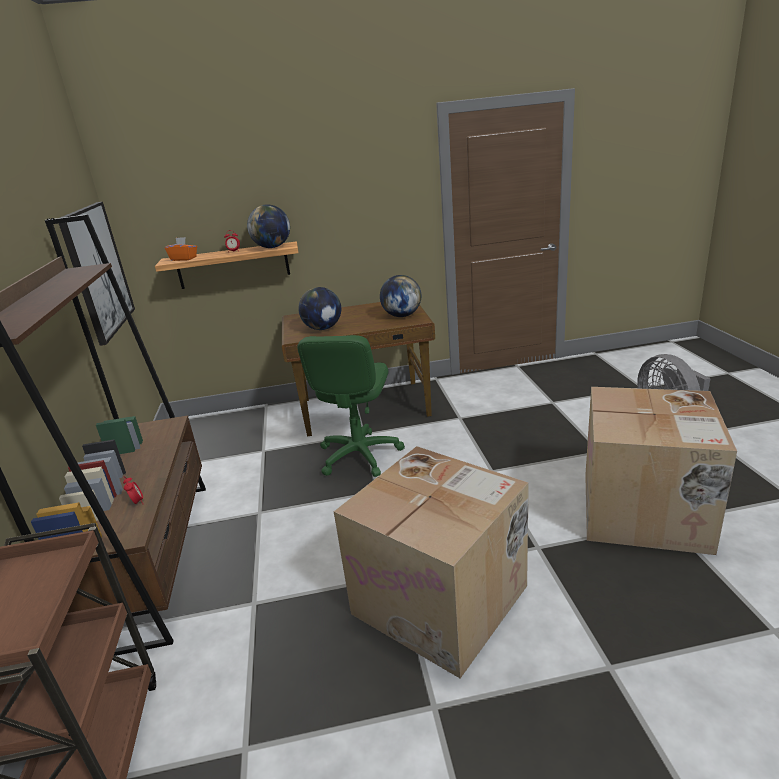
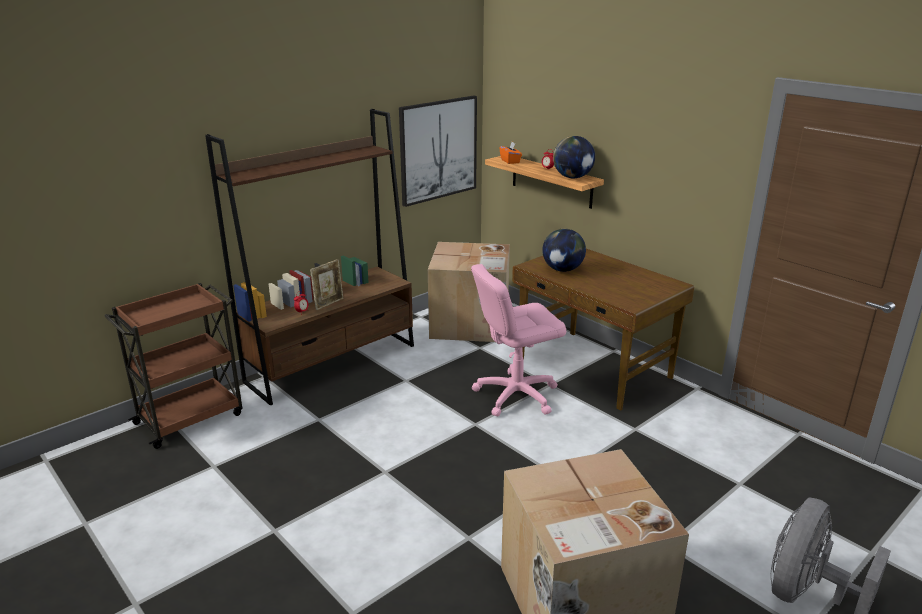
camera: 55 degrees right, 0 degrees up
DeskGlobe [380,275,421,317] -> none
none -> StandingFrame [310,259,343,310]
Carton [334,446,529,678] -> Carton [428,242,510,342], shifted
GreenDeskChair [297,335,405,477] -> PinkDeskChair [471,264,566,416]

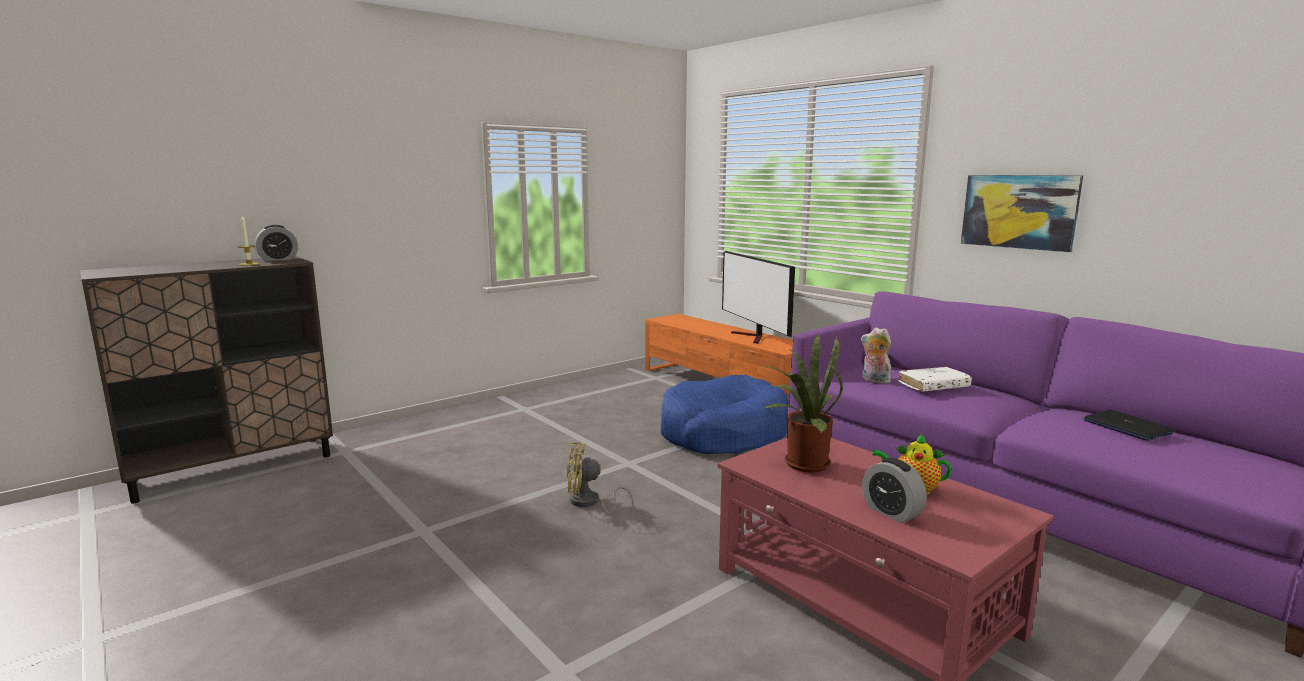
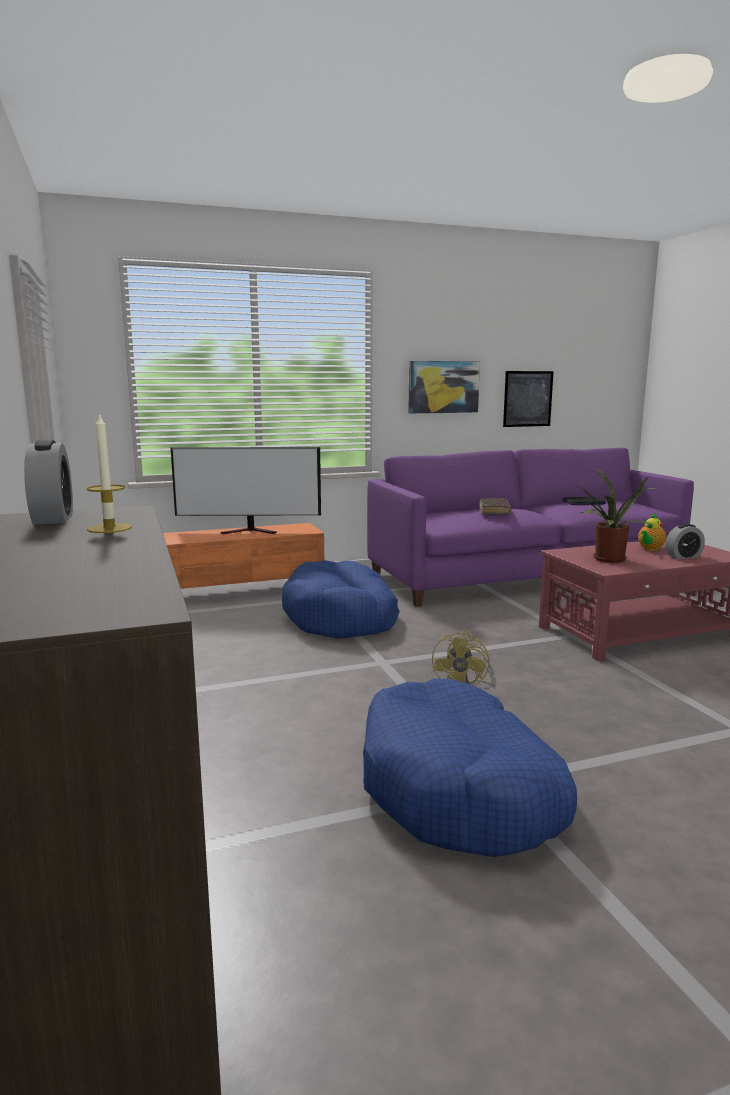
camera: 70 degrees left, 0 degrees up
PlushToy [861,328,891,384] -> none
none -> BluishDogCushion [363,678,577,857]
none -> WallPicture [503,371,554,427]
WhitishBook [899,367,972,392] -> BrownColouredBook [479,498,511,515]

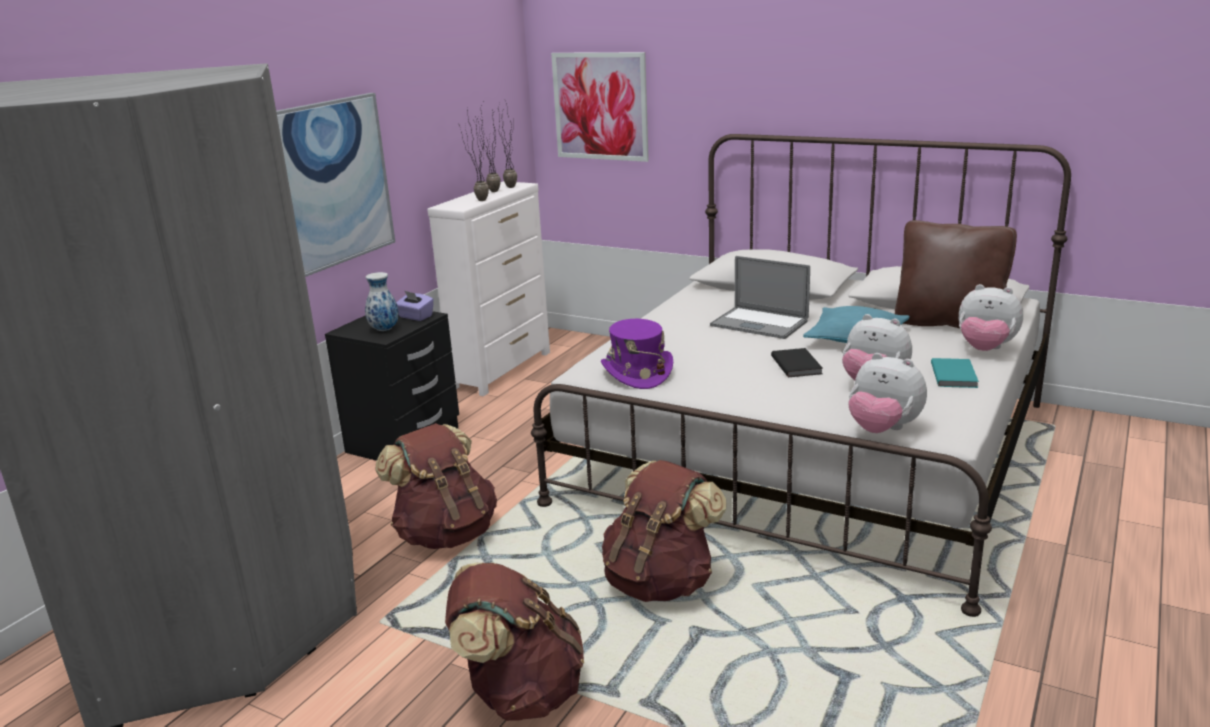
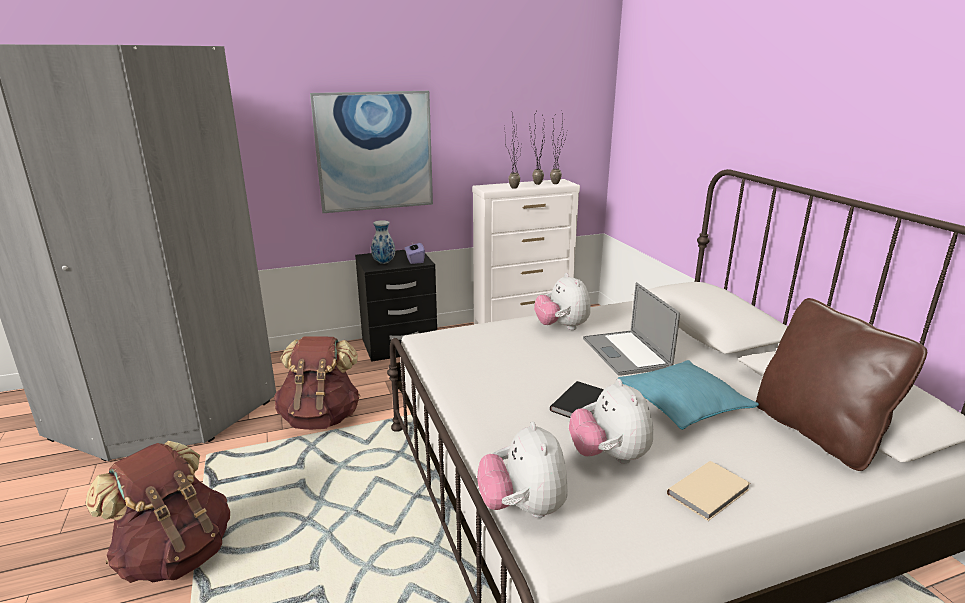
camera: 40 degrees right, 0 degrees up
WallPicture [551,52,649,162] -> none
PurpleHat [601,319,673,389] -> none
BrownColouredRucksack [602,460,726,602] -> none
PlushToy [959,284,1023,351] -> PlushToy [534,273,591,330], shifted
BlueGreenBook [931,358,979,388] -> SandColouredBook [667,461,751,521]

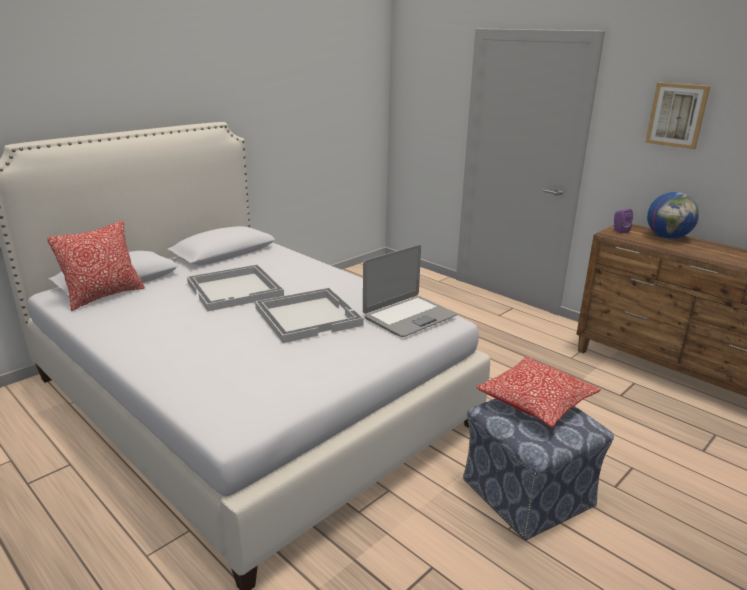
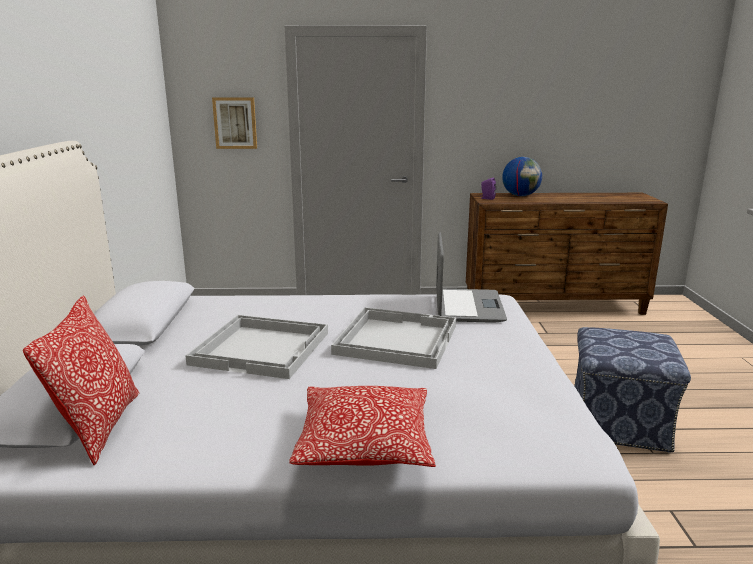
camera: 45 degrees left, 5 degrees down
Cushion [477,356,601,427] -> Cushion [289,386,436,467], shifted
WallPicture [645,83,710,149] -> WallPicture [212,97,257,149], shifted

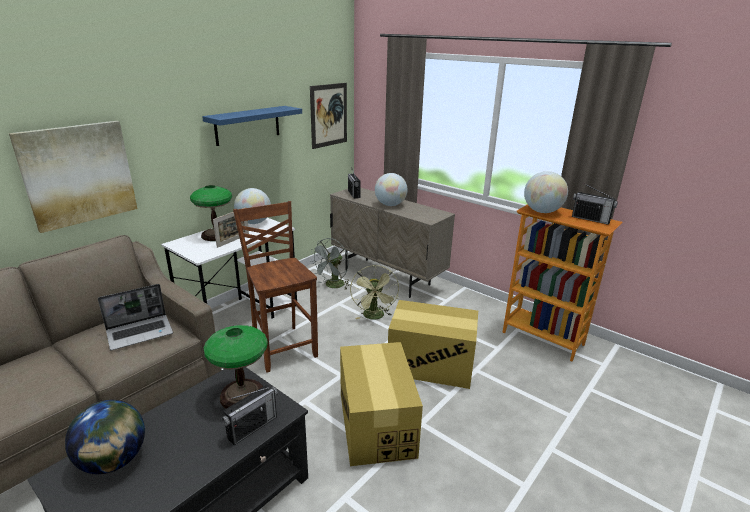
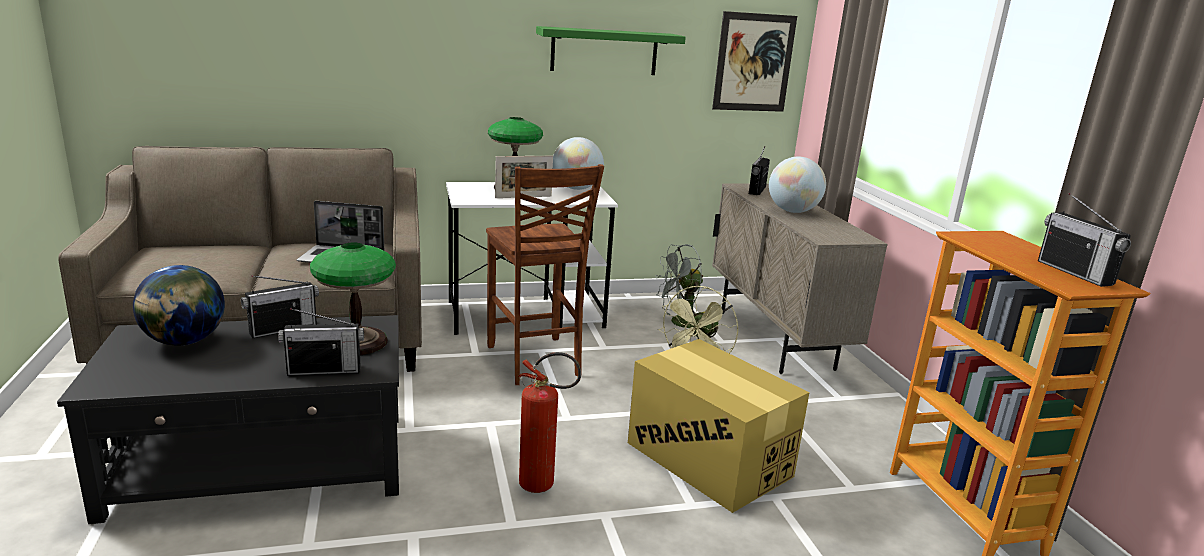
camera: 35 degrees right, 5 degrees down
WallPicture [9,121,137,233] -> none
DeskGlobe [524,171,568,213] -> none
none -> Radio [241,275,319,338]
Carton [340,342,423,466] -> FireExtinguisher [518,352,581,493]
BluishWallShelf [202,106,302,146] -> GreenWallShelf [536,26,686,75]
BrownColouredPlainChair [233,201,318,373] -> BrownColouredPlainChair [486,164,604,385], 150 degrees clockwise

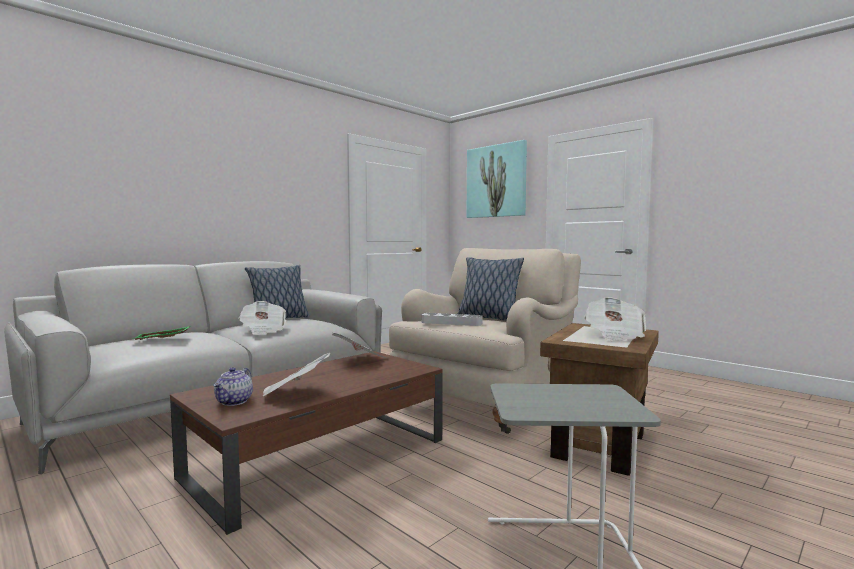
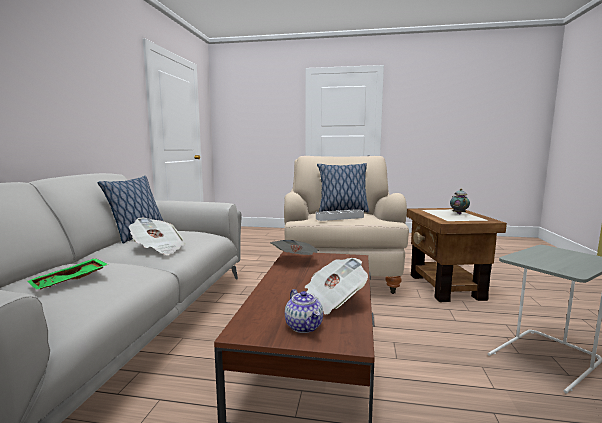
camera: 35 degrees left, 5 degrees up
WallPicture [467,140,527,218] -> none
Newspaper [584,297,646,342] -> TeaPot [450,189,470,214]

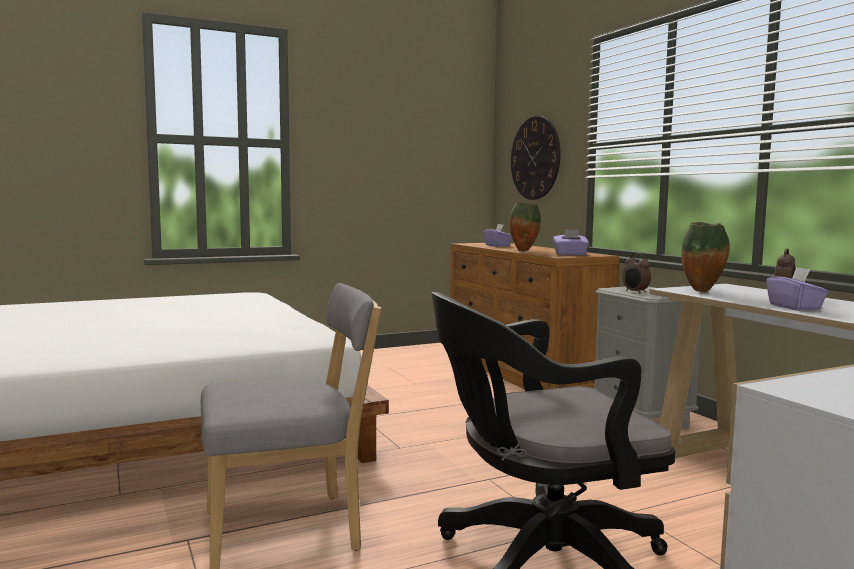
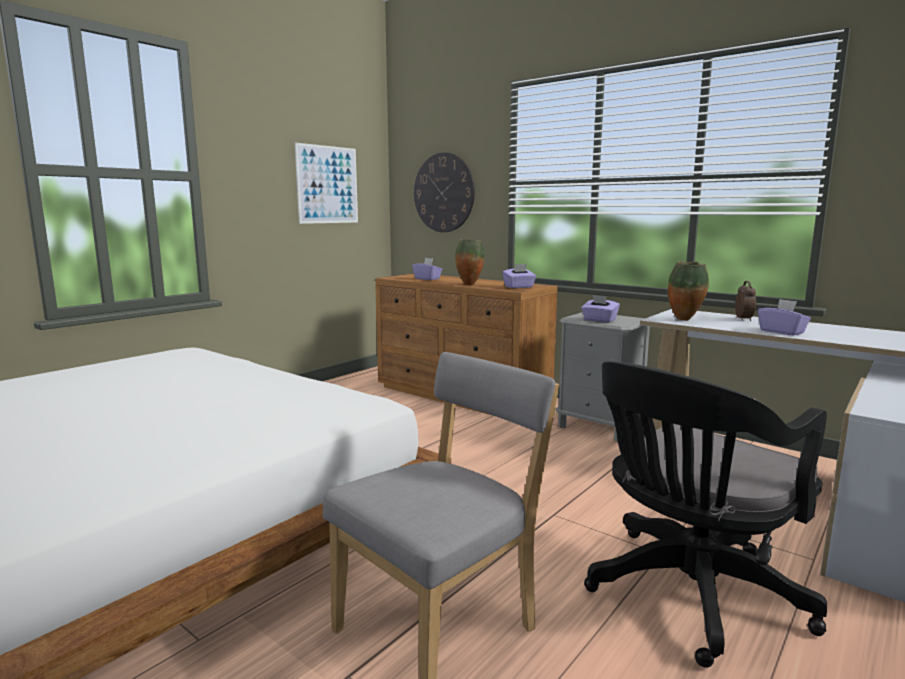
camera: 25 degrees left, 5 degrees up
none -> WallPicture [295,143,358,224]
BedsideClock [622,253,651,294] -> PurpleTissueBox [581,295,620,323]

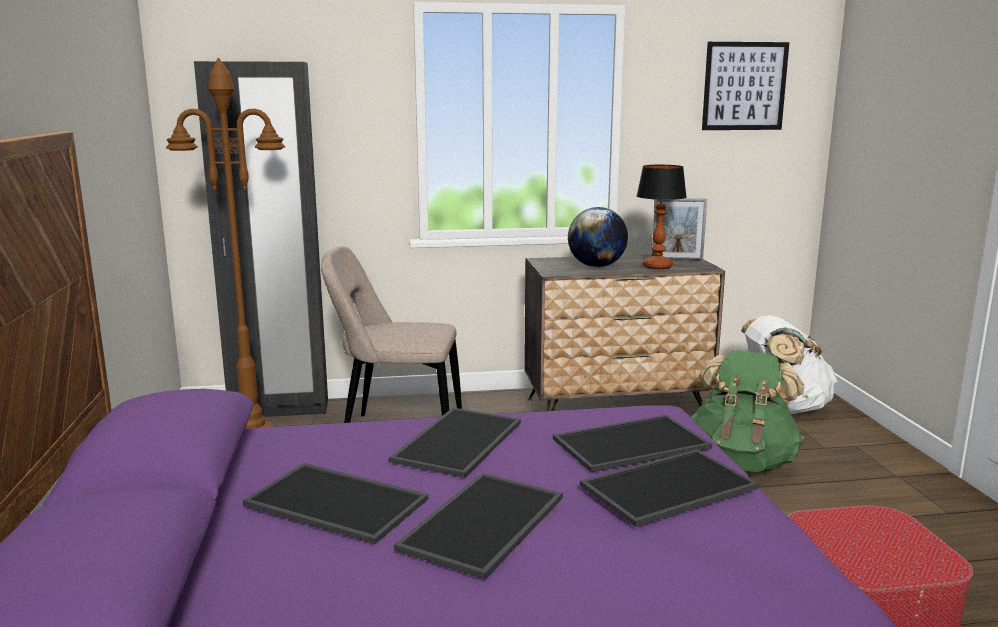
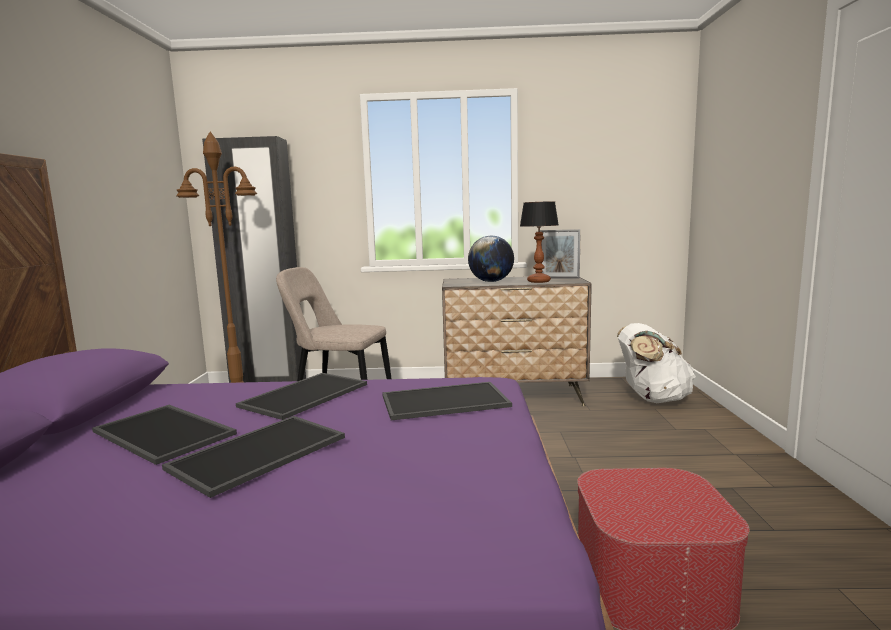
camera: 10 degrees right, 5 degrees down
Tray [580,449,759,527] -> none
GreenRucksack [691,350,804,472] -> none
WallPicture [702,42,789,130] -> none

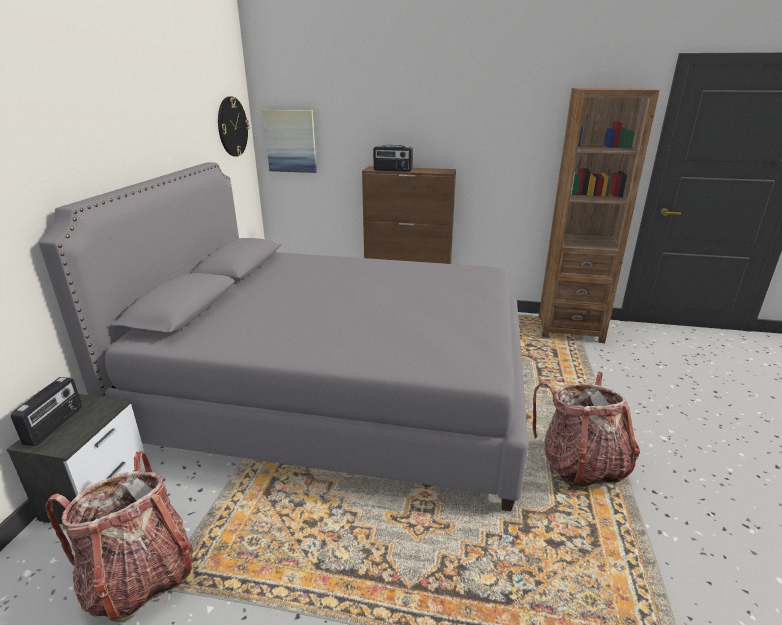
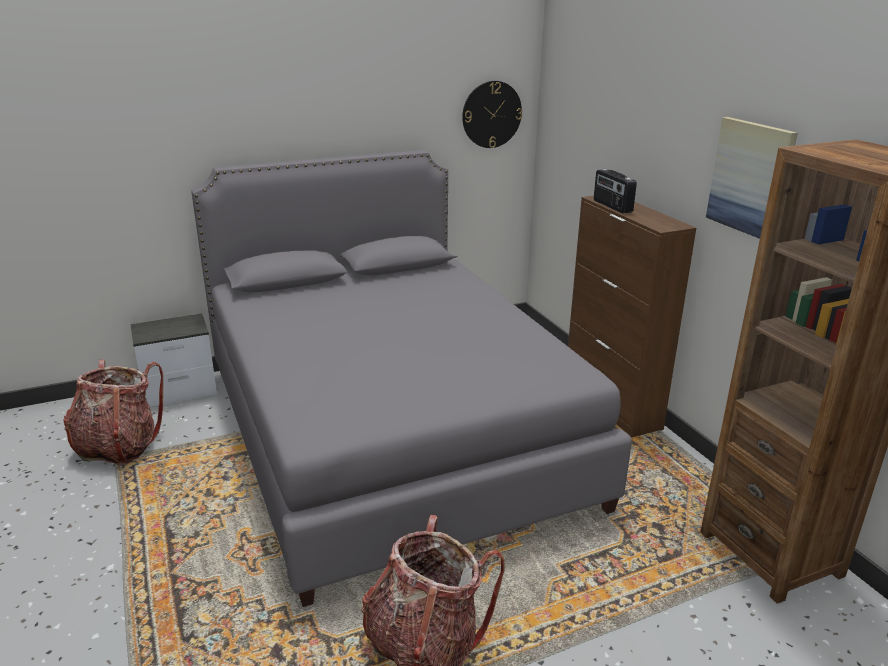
camera: 55 degrees right, 0 degrees up
Radio [11,377,82,446] -> none
WallPicture [263,110,317,173] -> WallPicture [706,117,798,239], shifted

